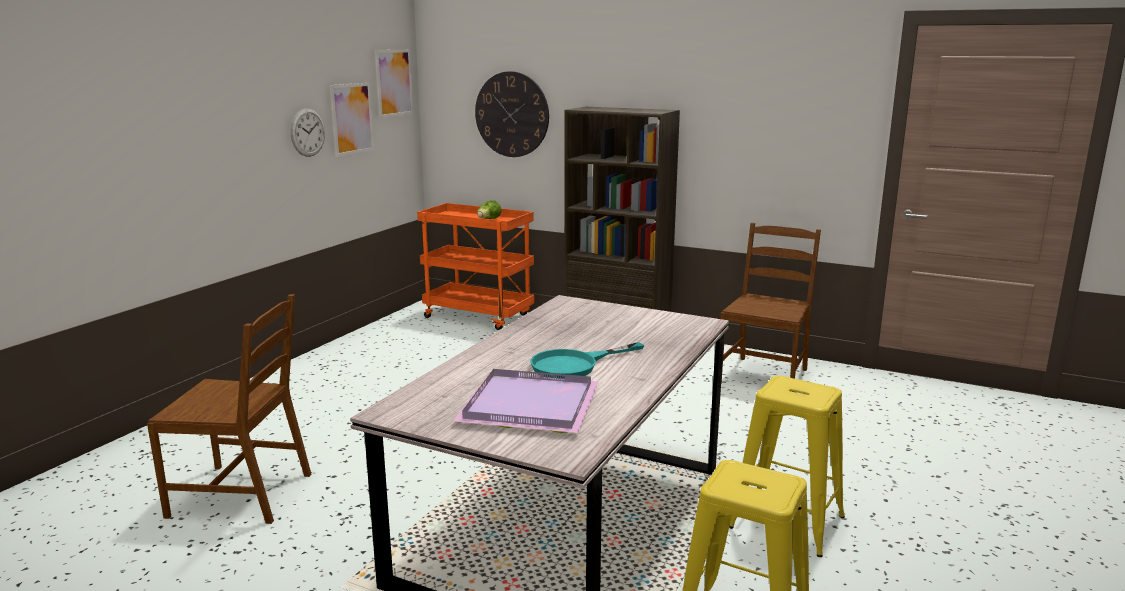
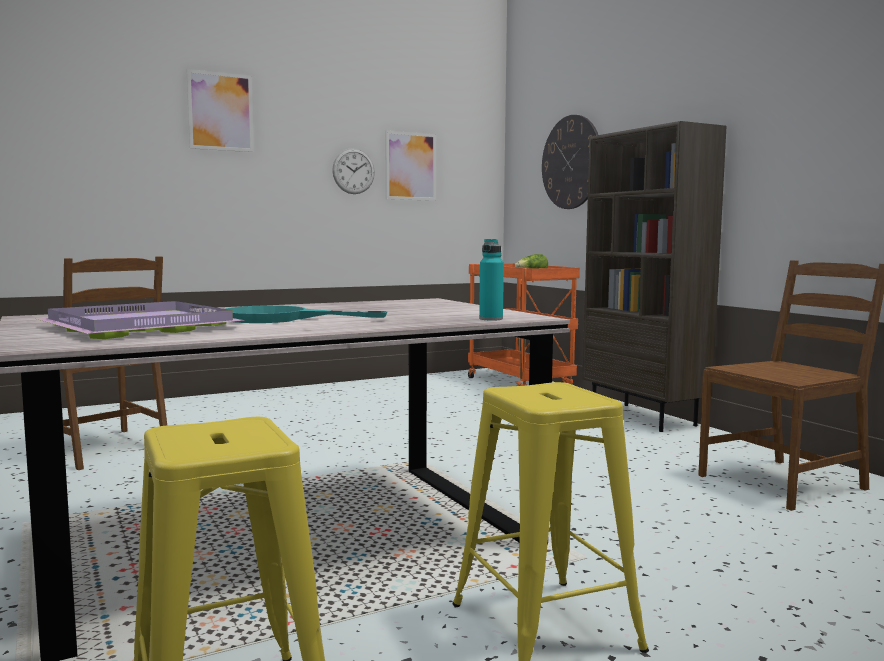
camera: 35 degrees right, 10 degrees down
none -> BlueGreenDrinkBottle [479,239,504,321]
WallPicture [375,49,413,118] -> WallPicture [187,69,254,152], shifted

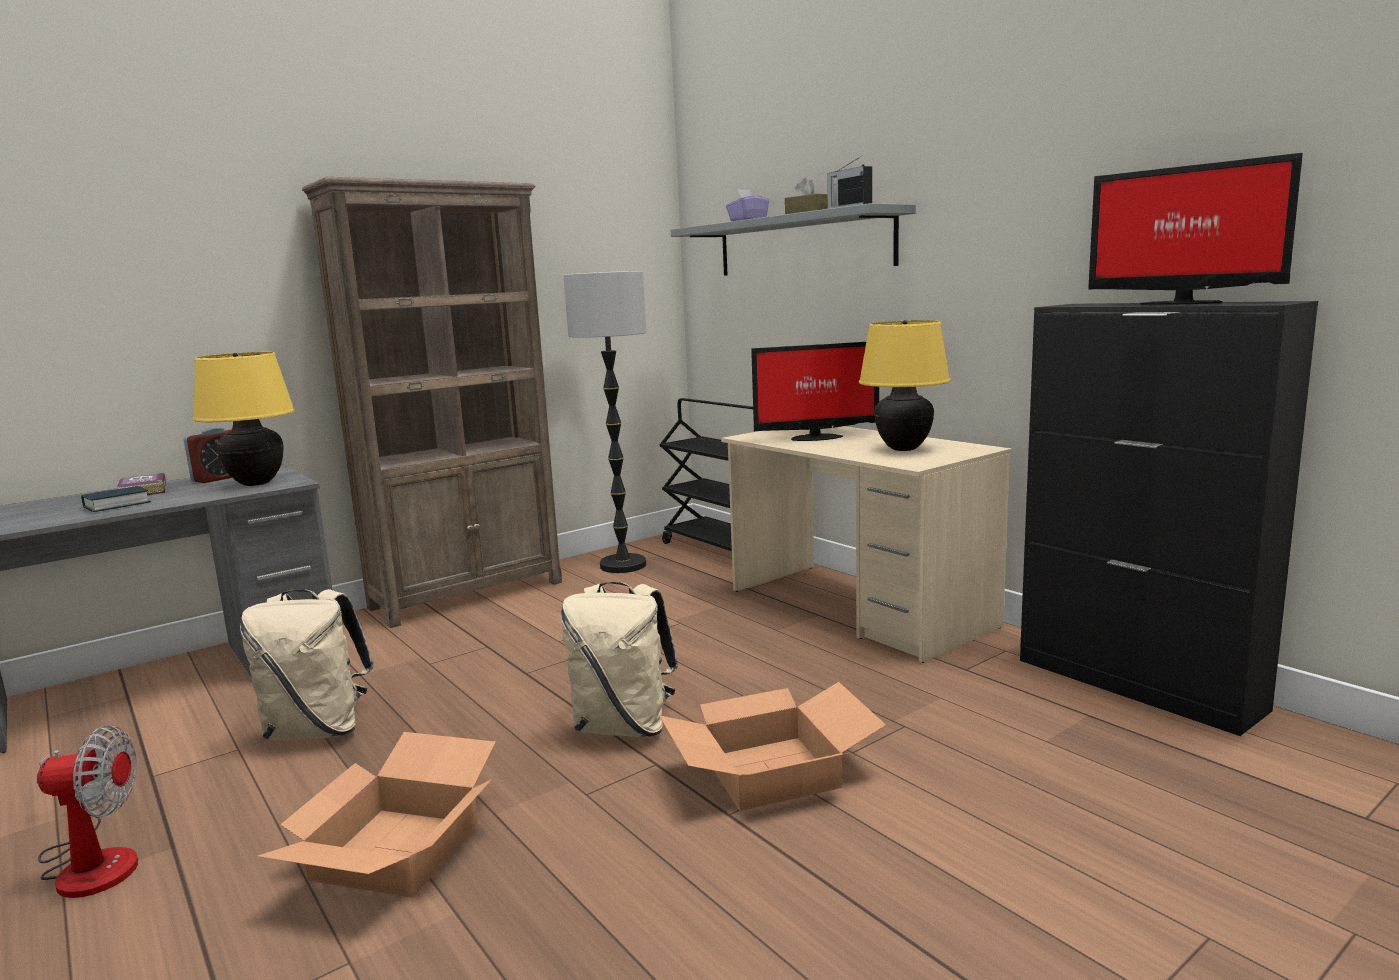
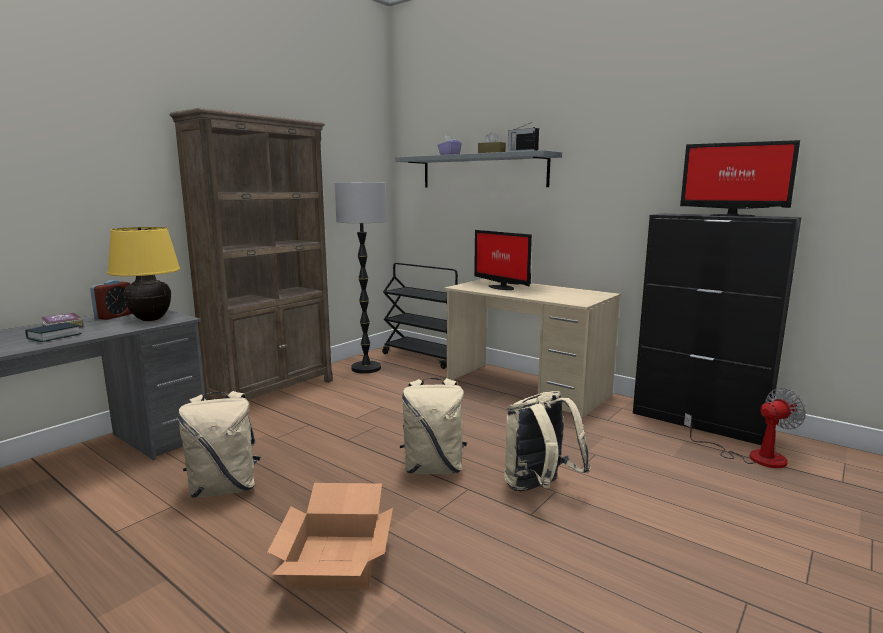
camera: 15 degrees left, 0 degrees up
YellowColouredLampForATable [859,320,951,451] -> none
Fan [37,725,138,898] -> Fan [684,388,806,468], shifted
Carton [659,682,886,811] -> SandColouredRucksack [504,391,591,491]
Monitor [751,342,879,441] -> Monitor [474,230,532,290], 75 degrees clockwise

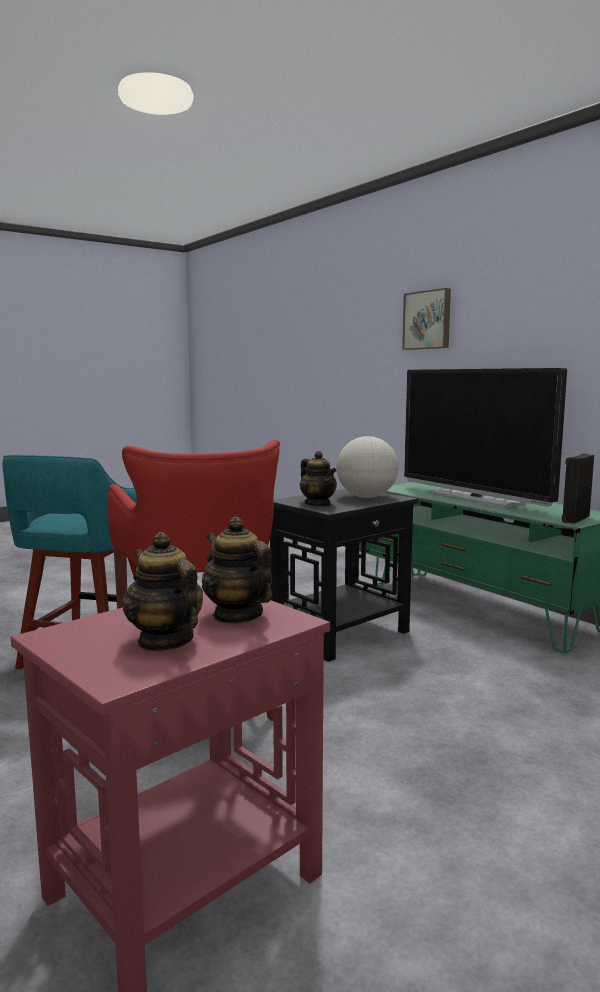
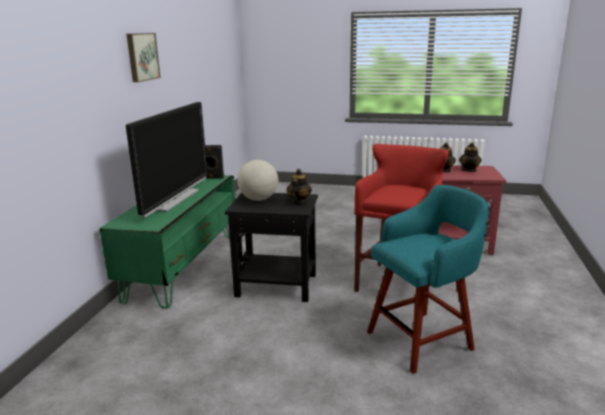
camera: 130 degrees left, 10 degrees up
WallPicture [402,288,451,350] -> WallPicture [127,33,161,82], shifted

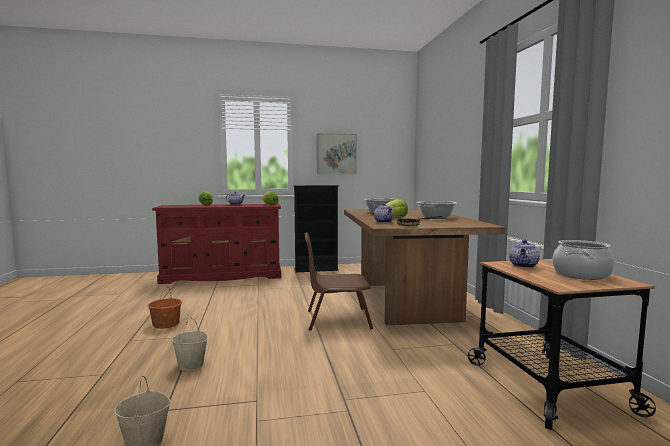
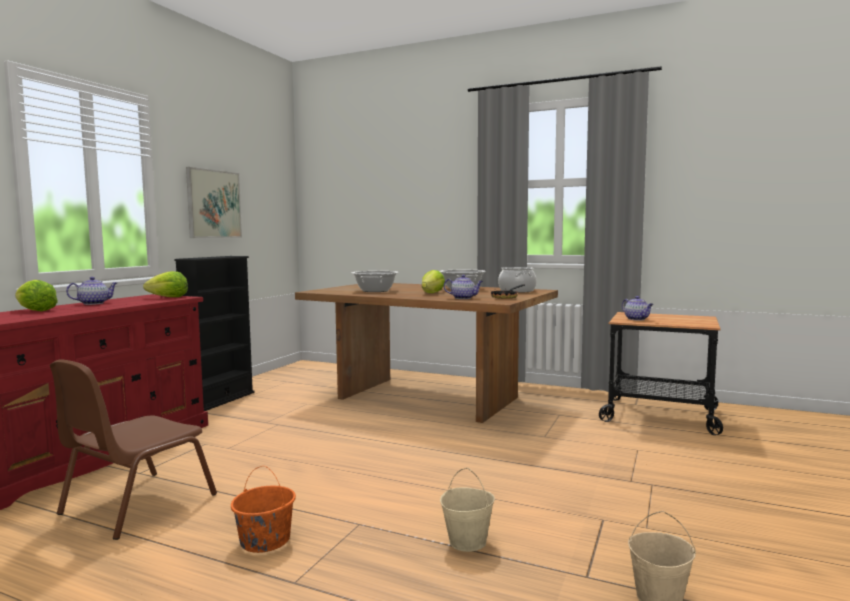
camera: 55 degrees left, 0 degrees up
BrownColouredPlainChair [305,232,373,331] -> BrownColouredPlainChair [50,359,217,540], shifted
Saucepot [552,240,614,280] -> Saucepot [498,267,537,293], shifted

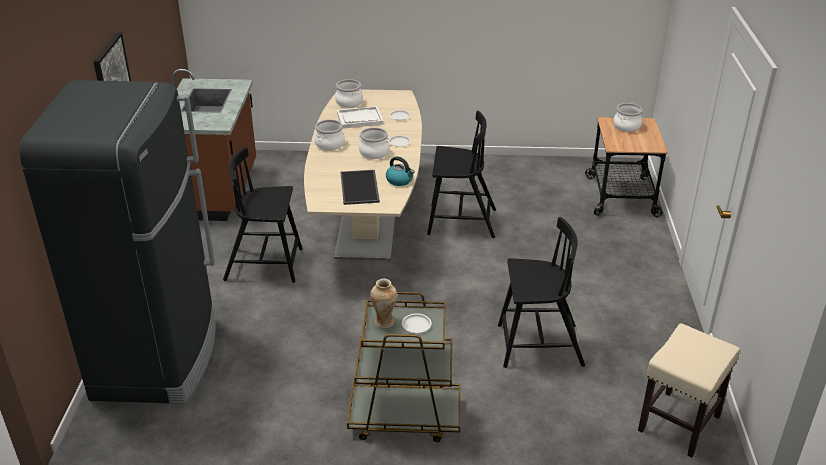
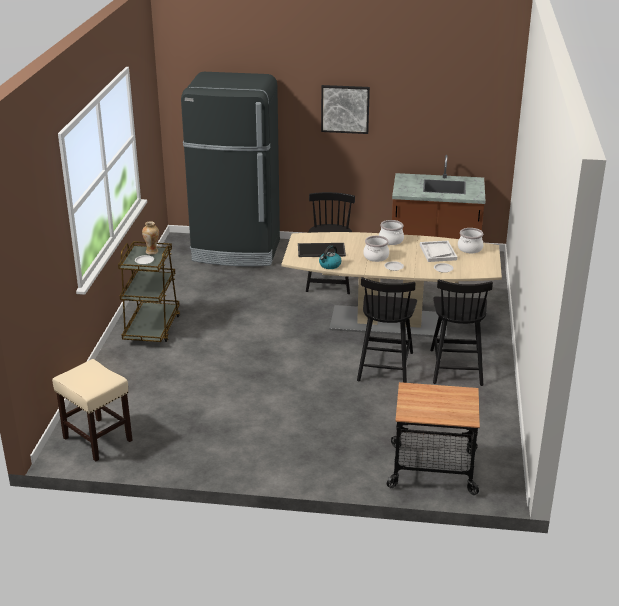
camera: 95 degrees right, 5 degrees down
Saucepot [613,103,643,132] -> none
BlackishPlainChair [498,217,585,368] -> BlackishPlainChair [430,279,493,386], shifted

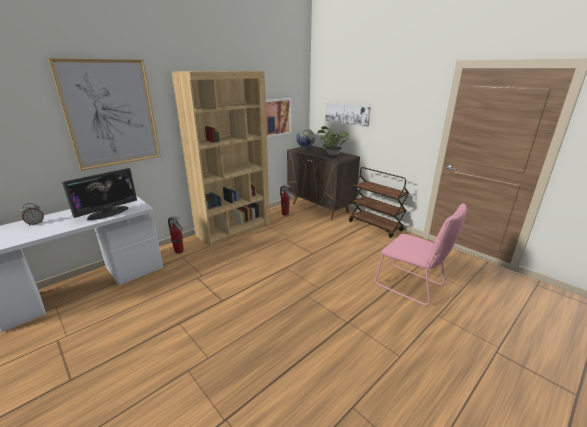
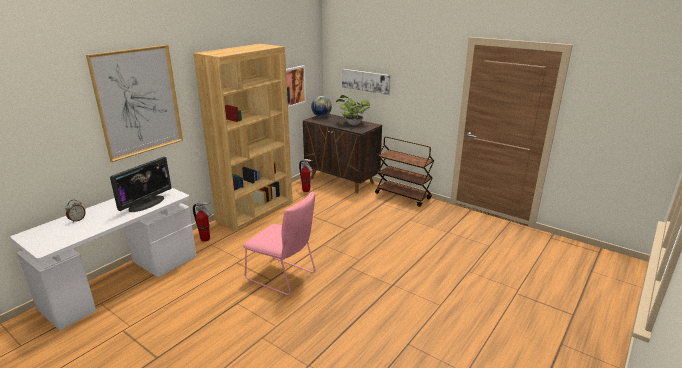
camera: 10 degrees left, 0 degrees up
PinkPlainChair [375,203,467,305] -> PinkPlainChair [243,192,315,295], shifted

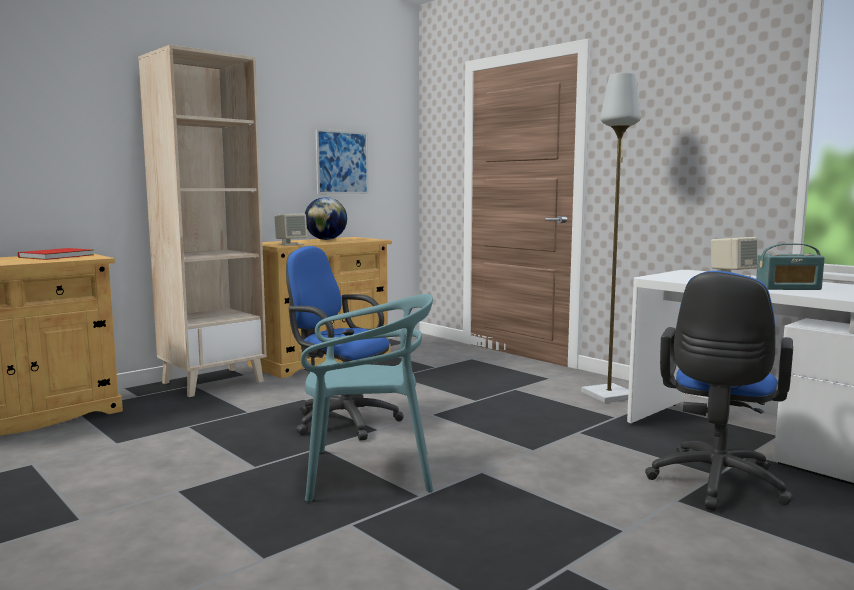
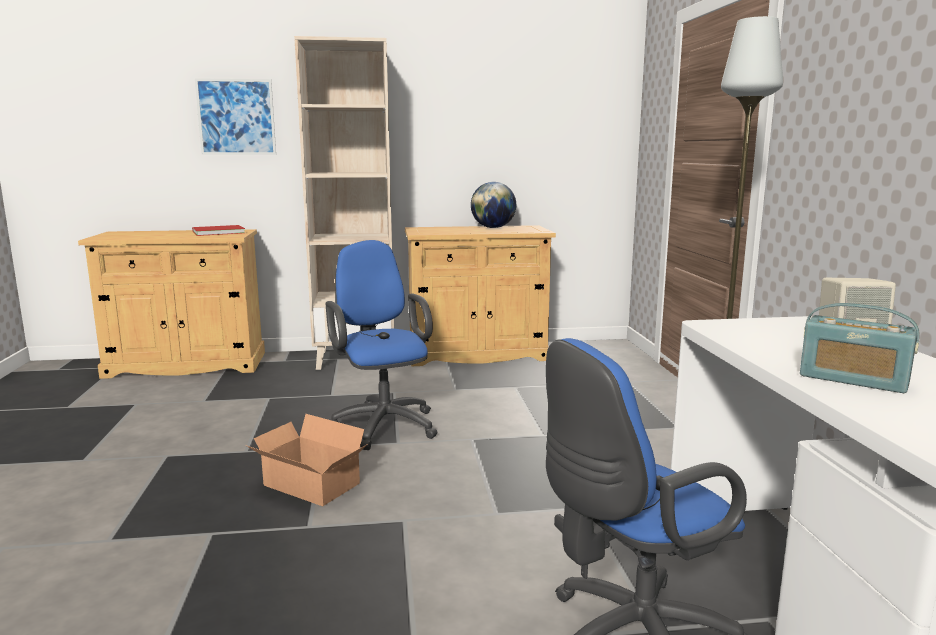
camera: 35 degrees right, 5 degrees up
SandColouredSpeaker [274,214,307,246] -> none
WallPicture [316,129,369,194] -> WallPicture [195,78,276,155], shifted
BlueGreenPlainChair [301,294,433,502] -> Carton [245,414,368,506]

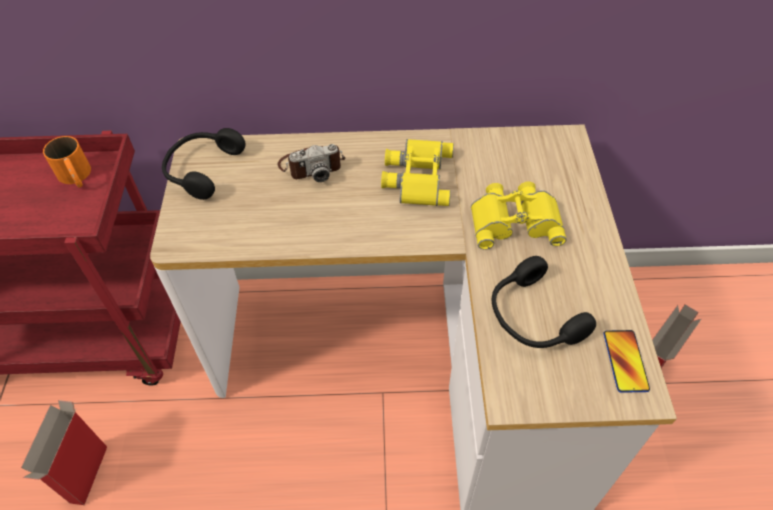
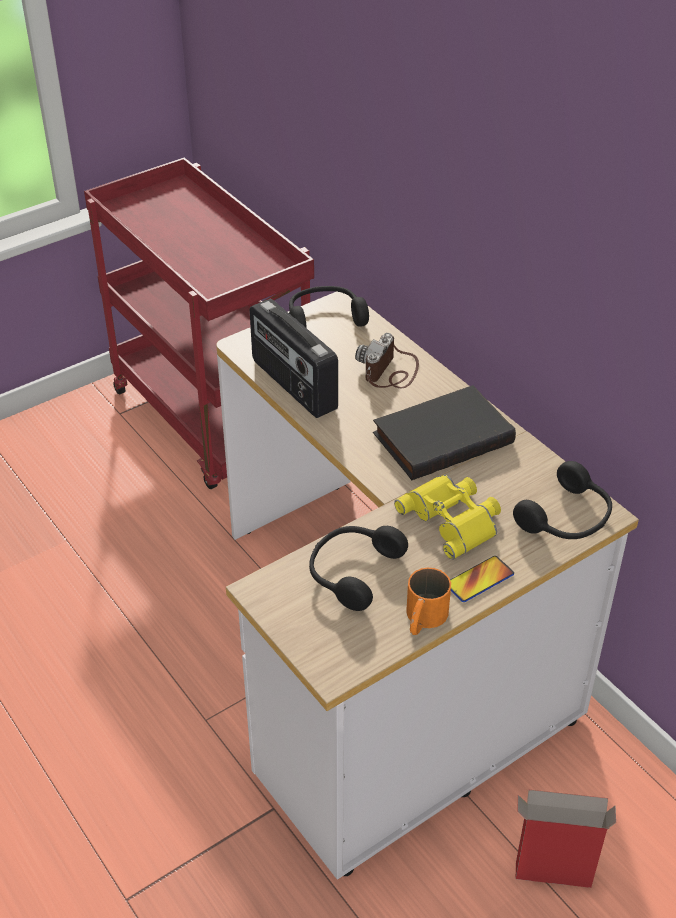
camera: 55 degrees right, 10 degrees down
Carton [21,400,107,505] -> none
none -> Radio [250,299,338,418]
none -> BlackishHeadphones [513,461,612,539]
OrangeColouredCoffeeMug [43,136,91,187] -> OrangeColouredCoffeeMug [406,568,451,635], shifted
Telephone [604,330,650,393] -> Telephone [450,556,514,602], shifted
YellowColouredPairOfBinoculars [381,139,454,206] -> BlackishBook [373,385,516,480]
StillCamera [278,144,346,182] -> StillCamera [355,333,419,388], 75 degrees clockwise

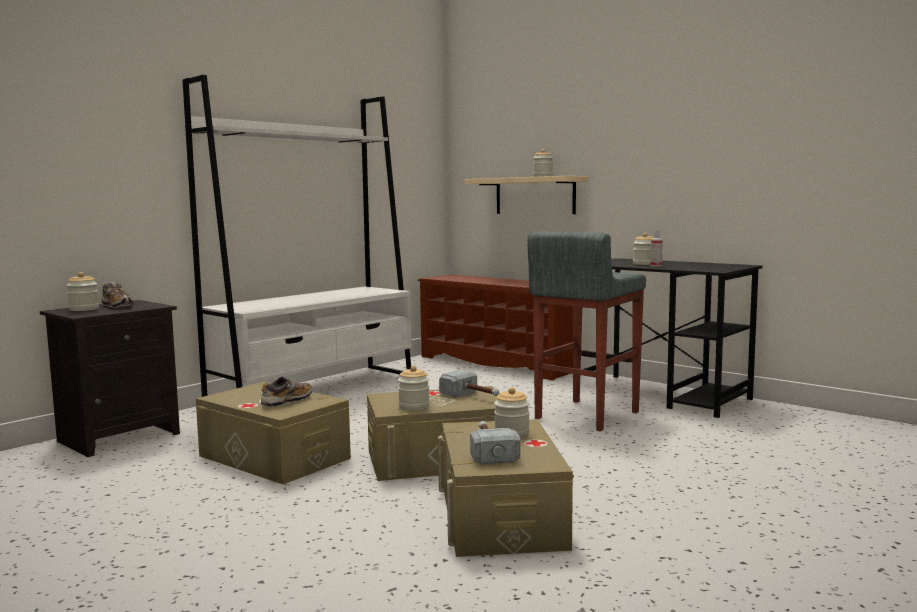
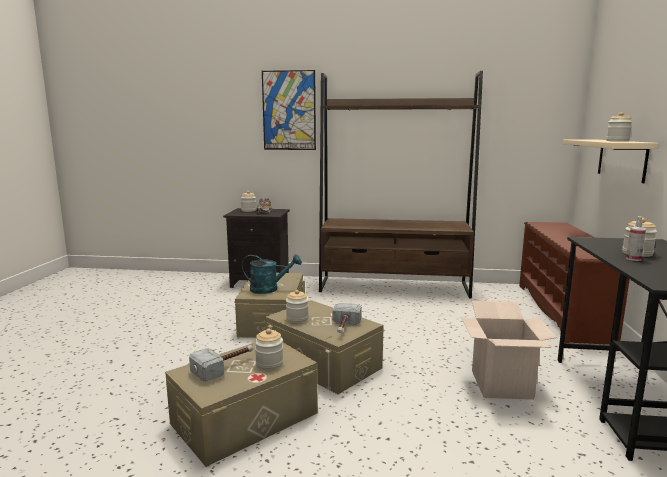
camera: 55 degrees right, 5 degrees up
none -> WallPicture [262,70,316,150]
LowShoe [261,376,312,407] -> BlueGreenSprinklingCan [242,254,302,294]
GreySittingStool [527,232,646,432] -> Carton [461,301,557,400]
WhitishBookcase [183,75,412,397] -> BrownColouredBookcase [319,71,483,299]

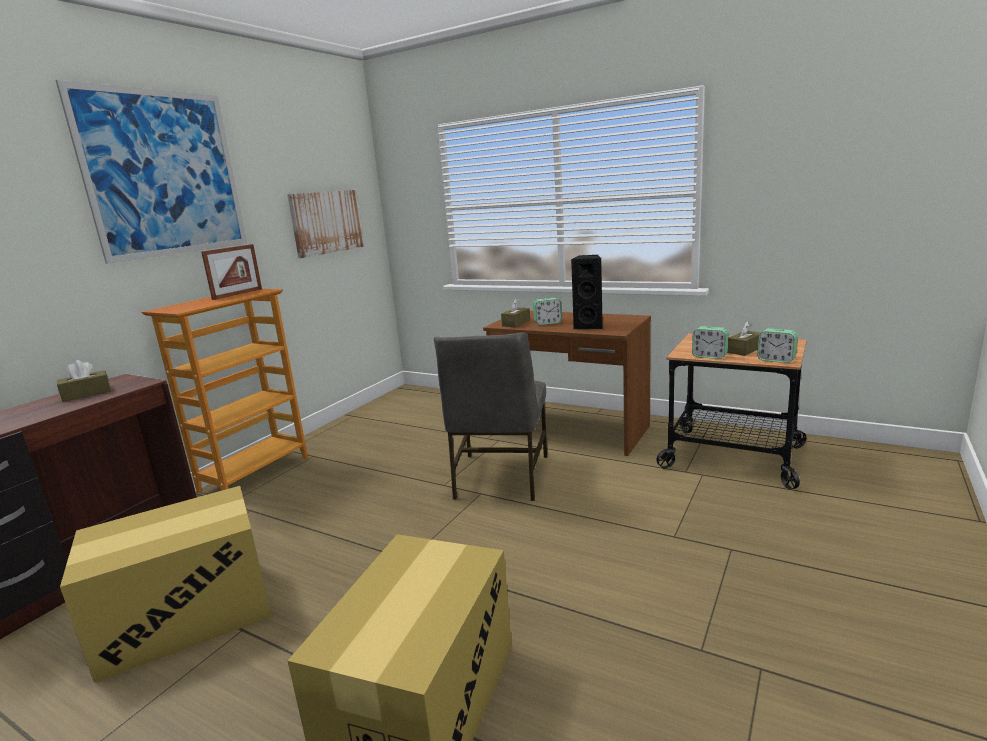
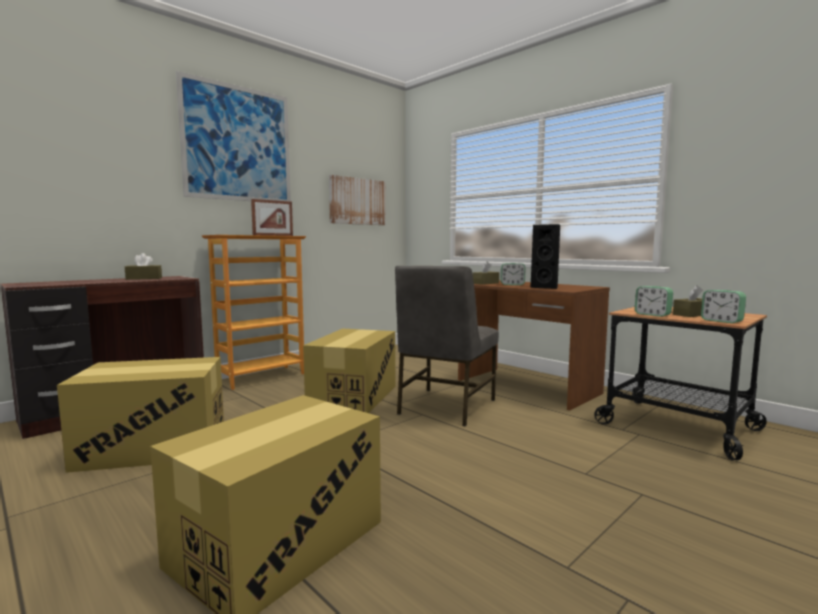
camera: 15 degrees right, 10 degrees down
none -> Carton [303,329,396,413]

